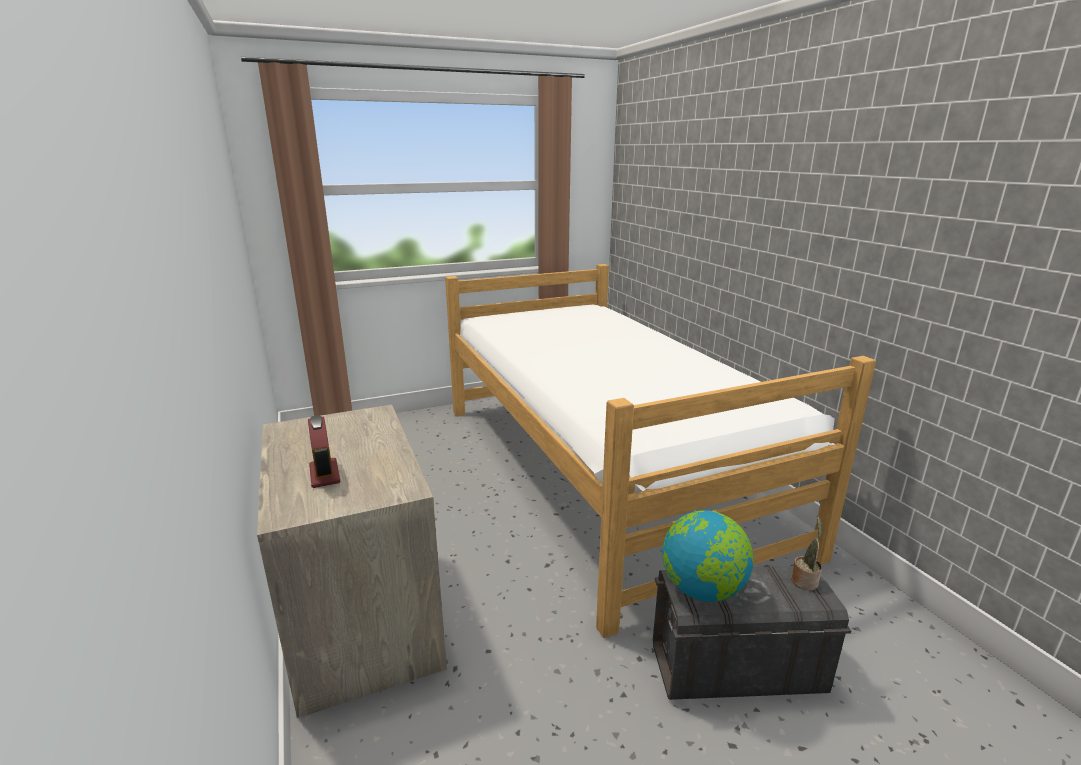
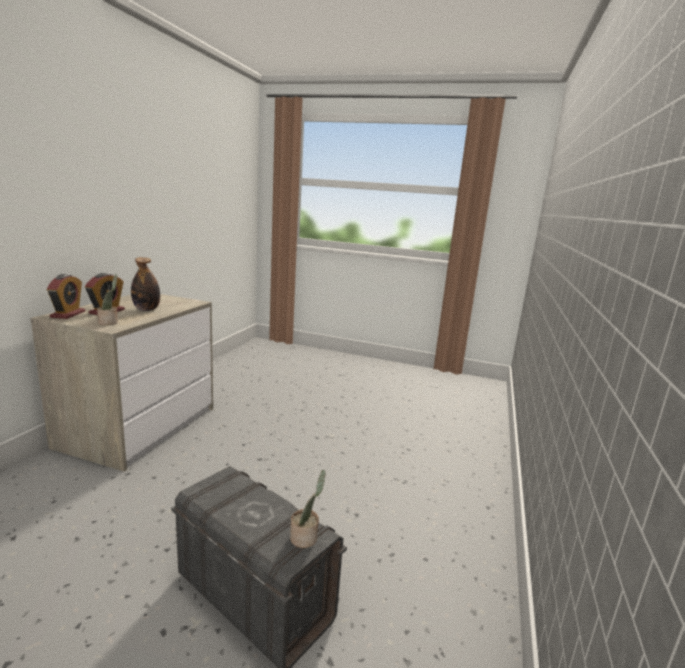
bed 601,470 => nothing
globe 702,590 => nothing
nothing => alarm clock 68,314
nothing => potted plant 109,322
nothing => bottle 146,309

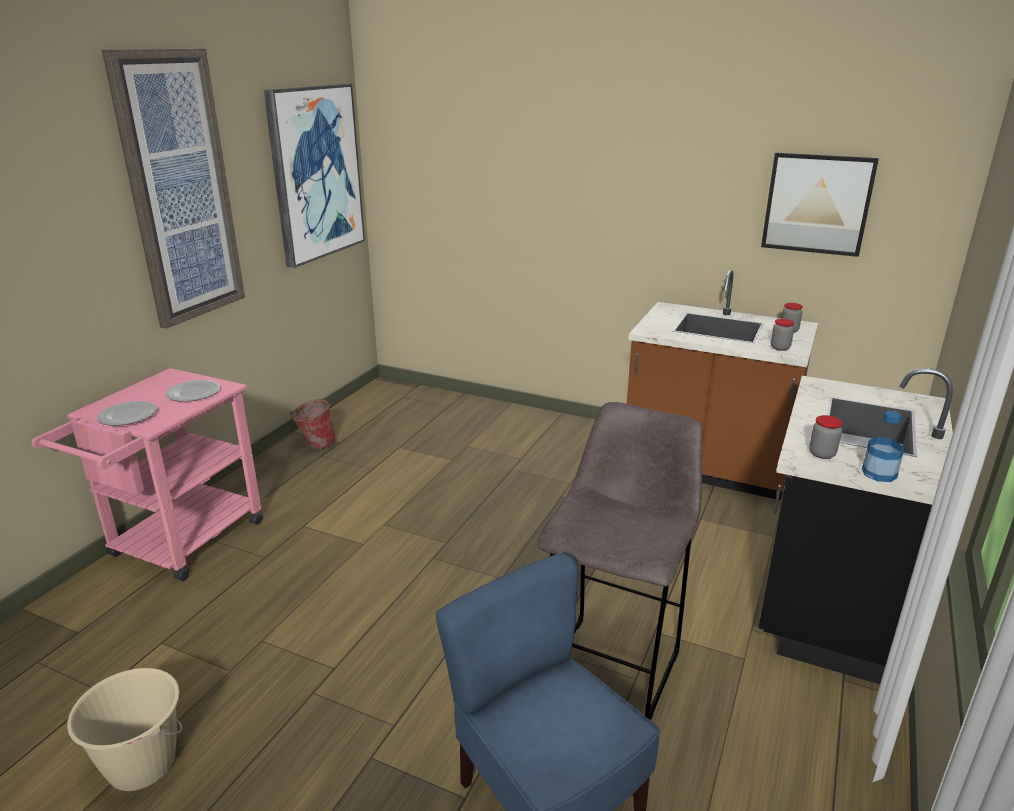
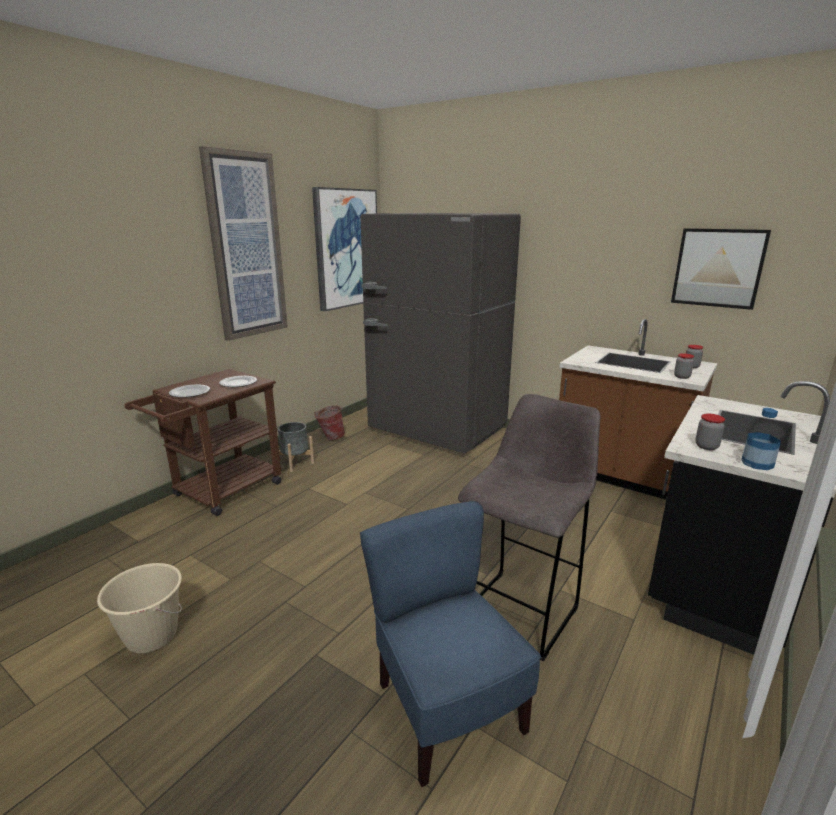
nothing => grey planter 295,463
nothing => grey fridge 437,430
pink cart 178,545 => brown cart 221,492

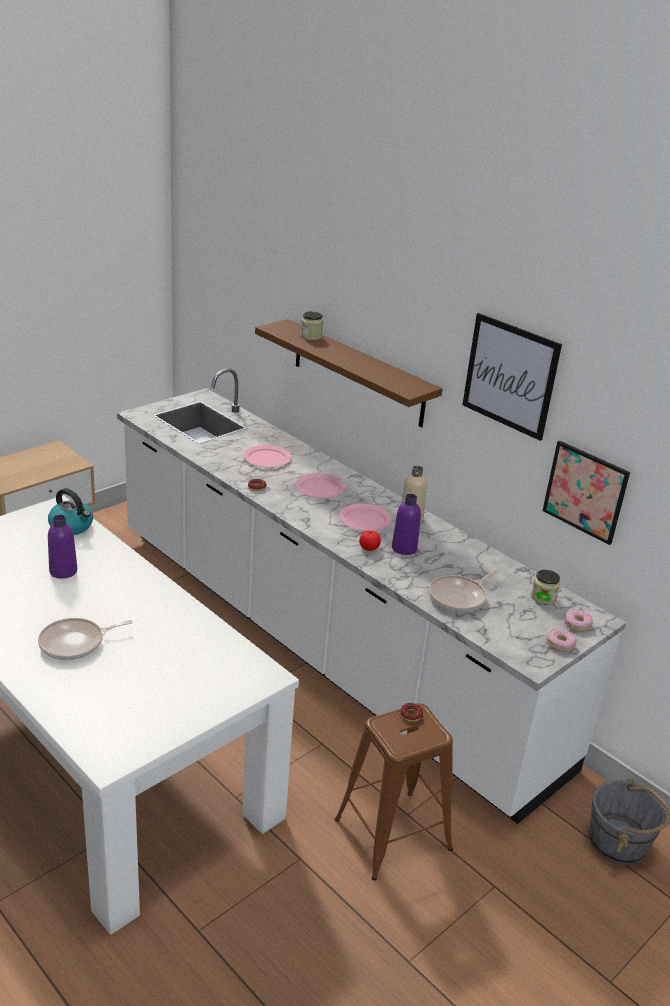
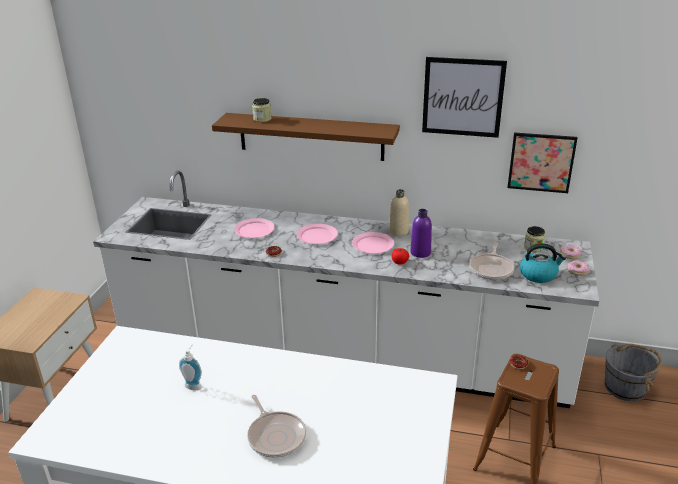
kettle 72,526 => kettle 538,275, moved
purple bottle 63,571 => soap dispenser 194,385
frying pan 75,643 => frying pan 276,436, 60 degrees counterclockwise

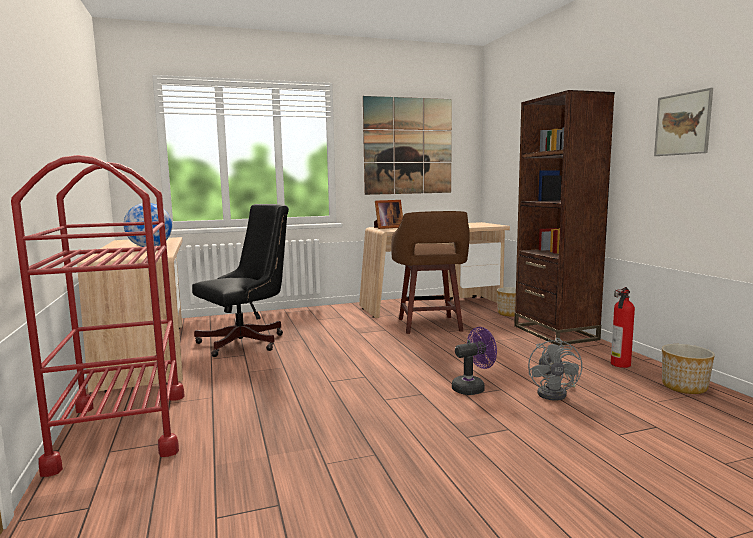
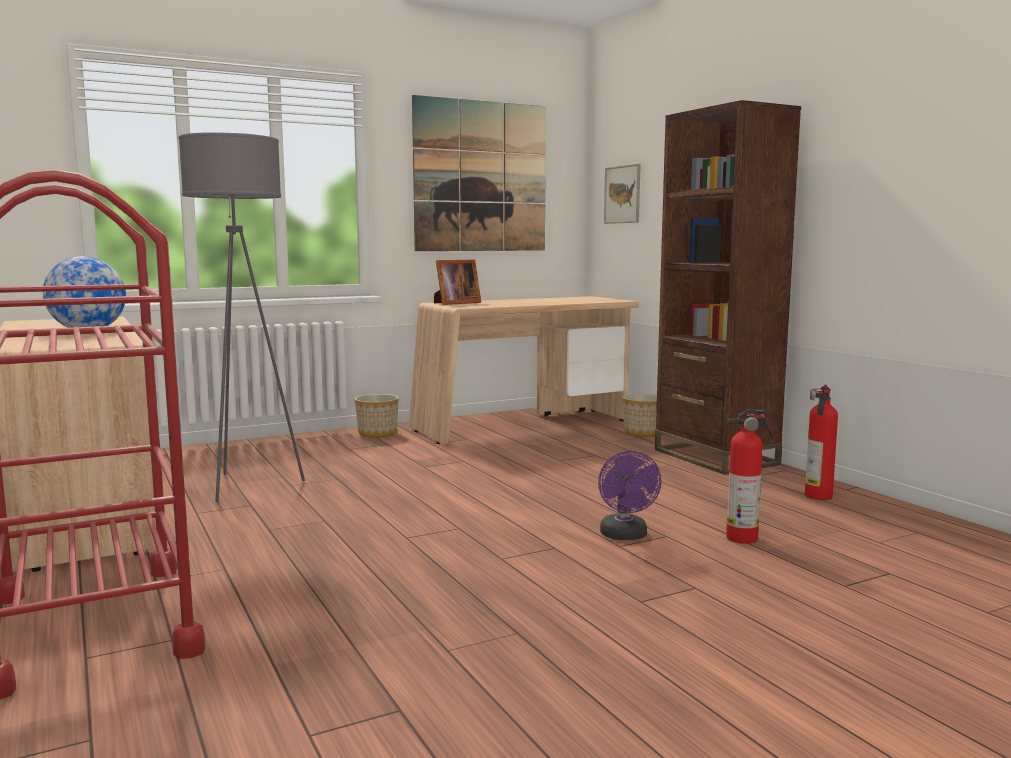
brown stool 430,326 => nothing
picture 682,124 => picture 622,194, moved
planter 684,387 => planter 378,433, moved
black office chair 247,342 => grey floor lamp 247,486
grey fan 555,393 => fire extinguisher 744,538
purple fan 472,388 => purple fan 625,536, 120 degrees clockwise

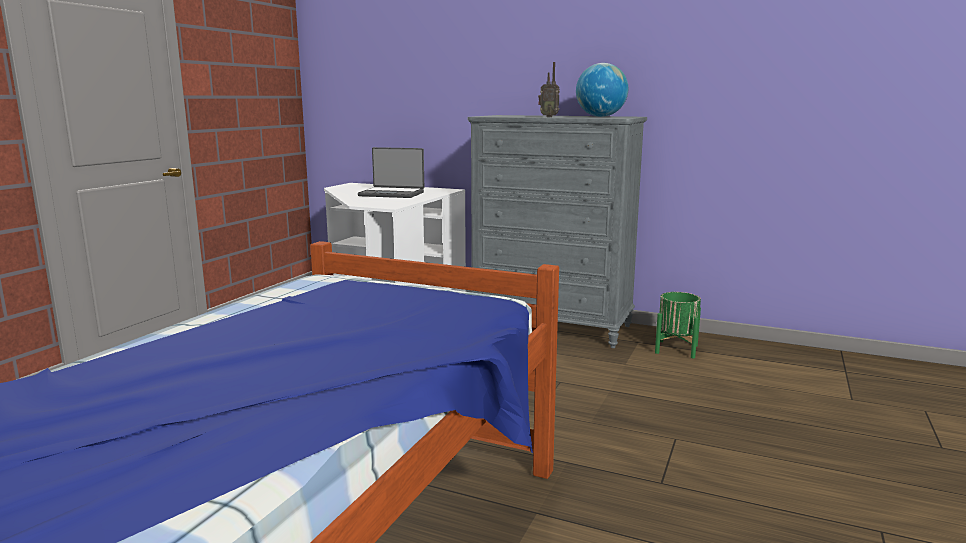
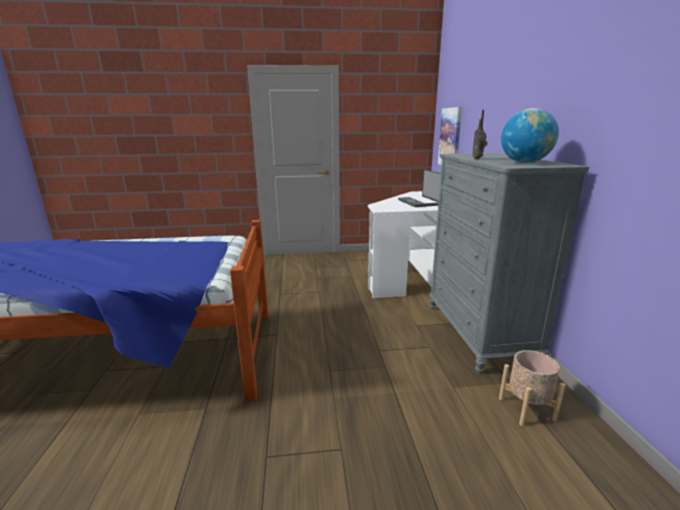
nothing => picture 450,137
green planter 676,349 => beige planter 527,409

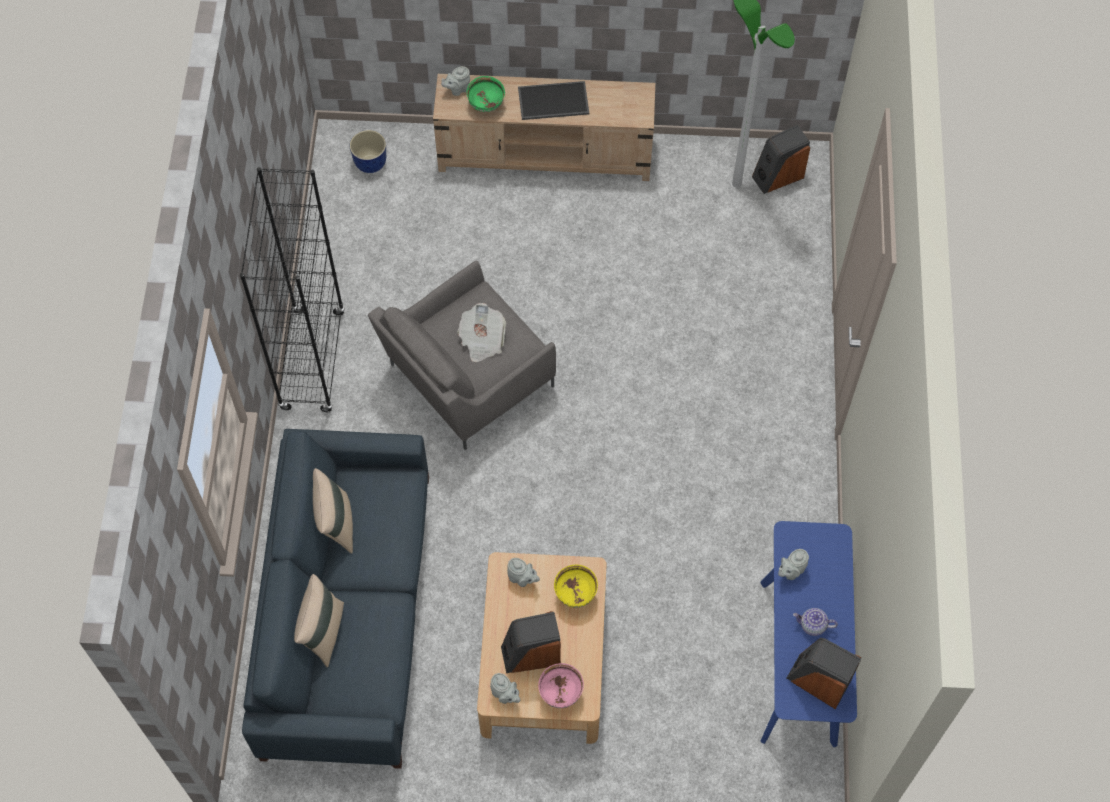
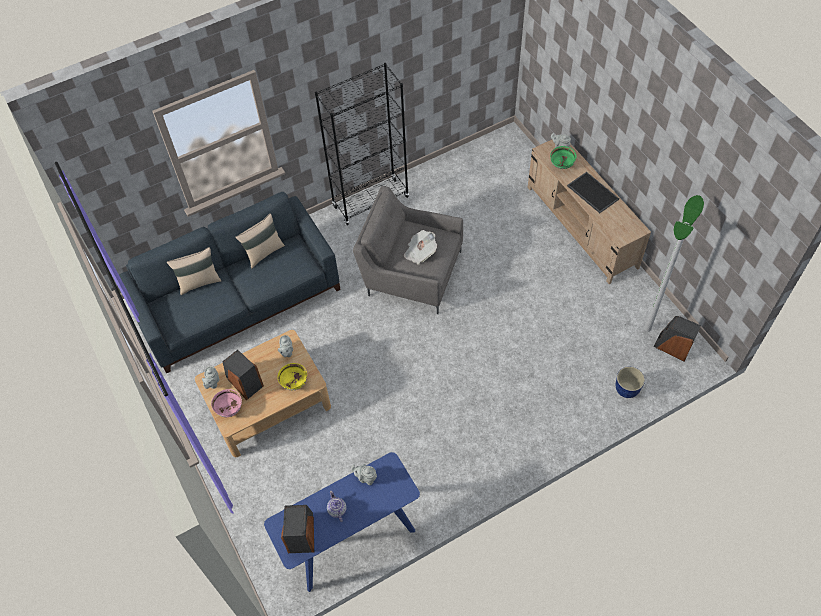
planter 371,164 => planter 626,390, moved

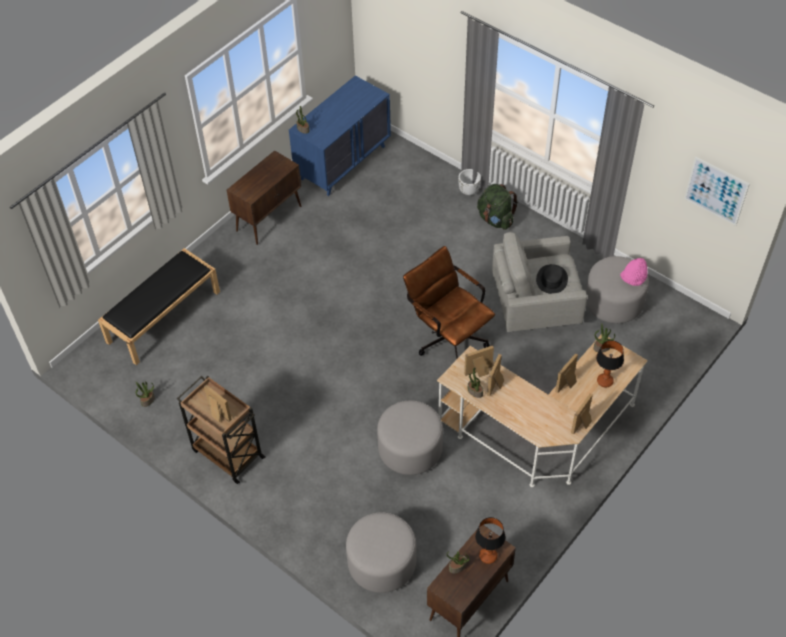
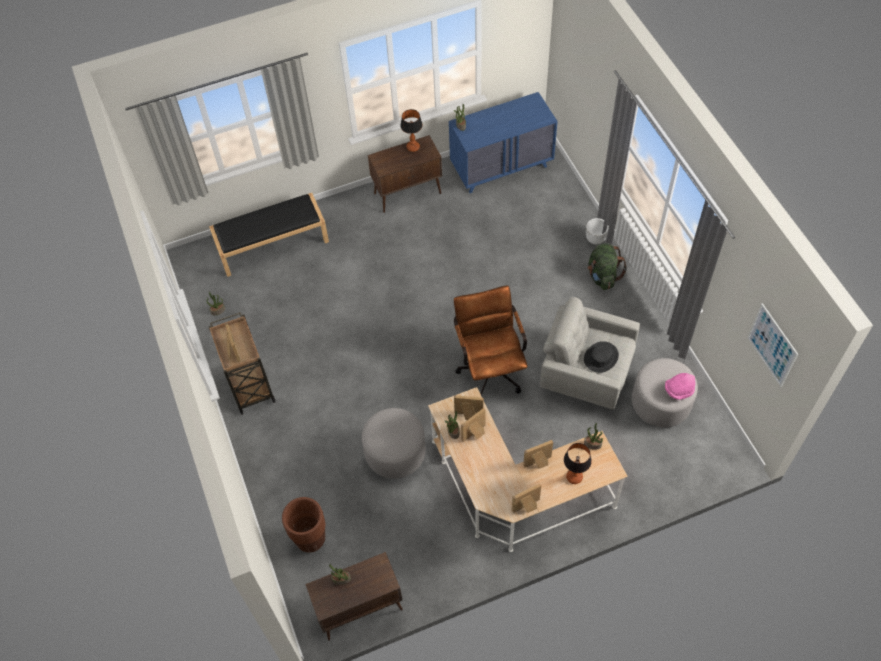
table lamp 488,556 => table lamp 413,147, moved
grey ottoman 382,563 => brown planter 311,539

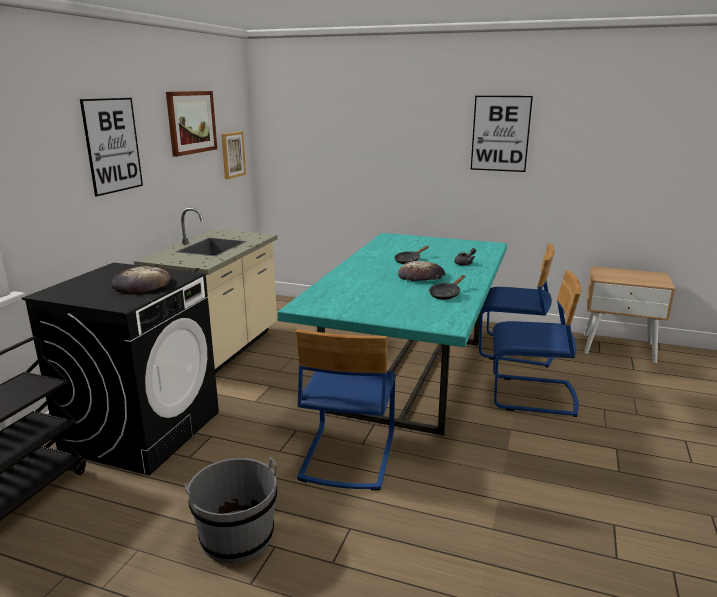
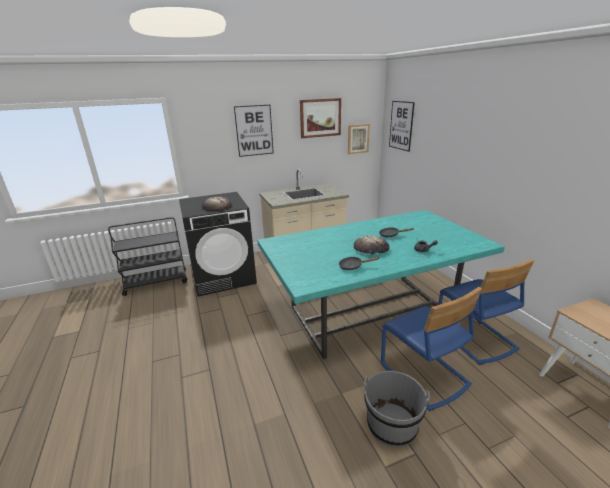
blue chair 347,456 => nothing
grey bucket 237,537 => grey bucket 391,425, moved
picture 500,133 => picture 401,125, moved

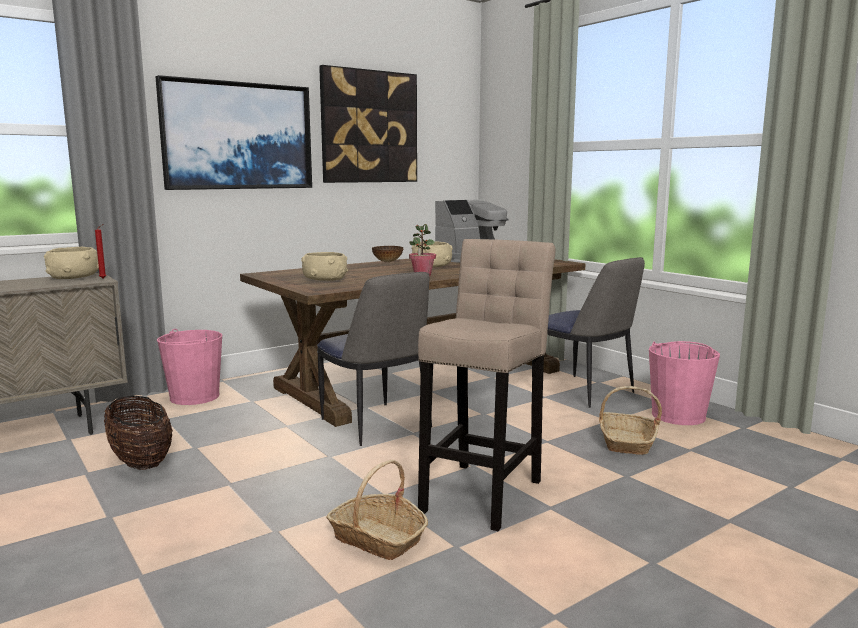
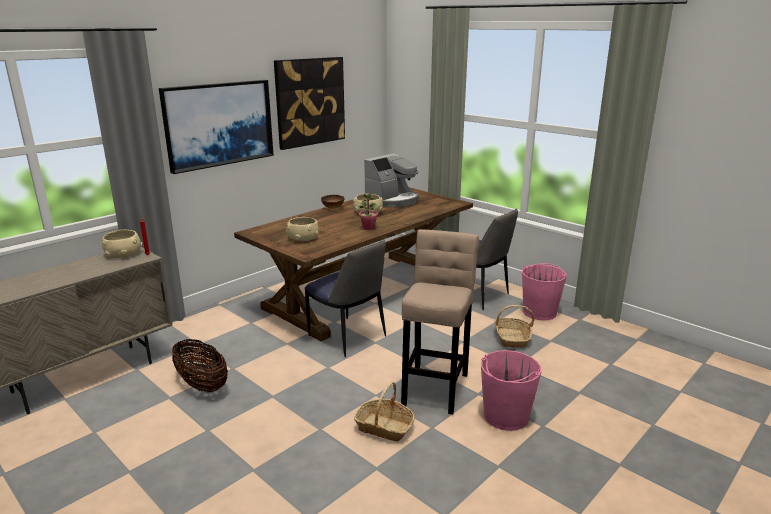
pink bucket 194,397 => pink bucket 505,416, moved

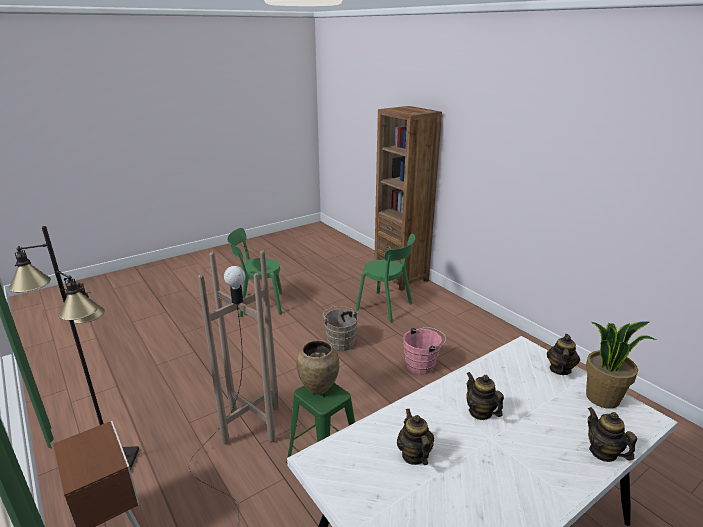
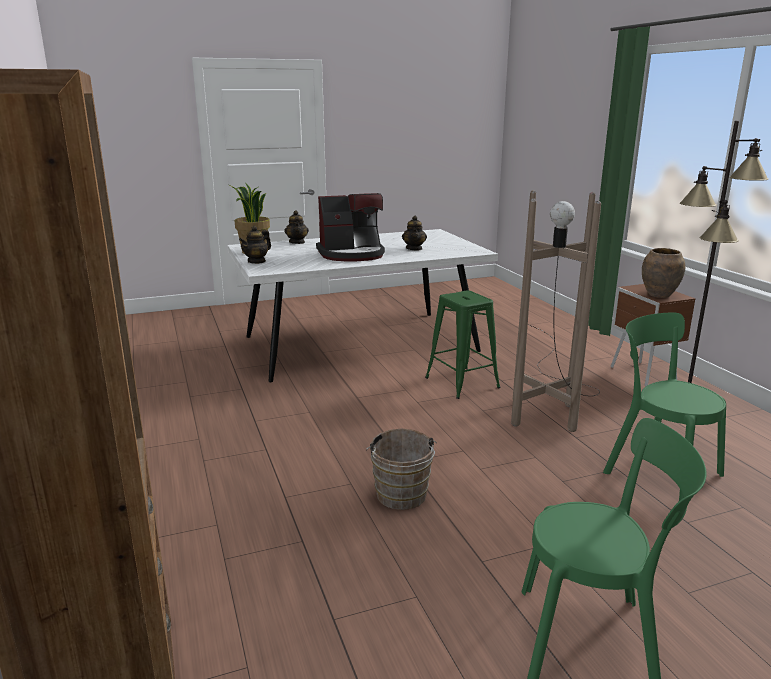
pink bucket 422,365 => nothing
brown vase 318,388 => brown vase 659,295, moved
green chair 386,307 => green chair 657,471, moved
teapot 480,412 => coffee machine 352,254

